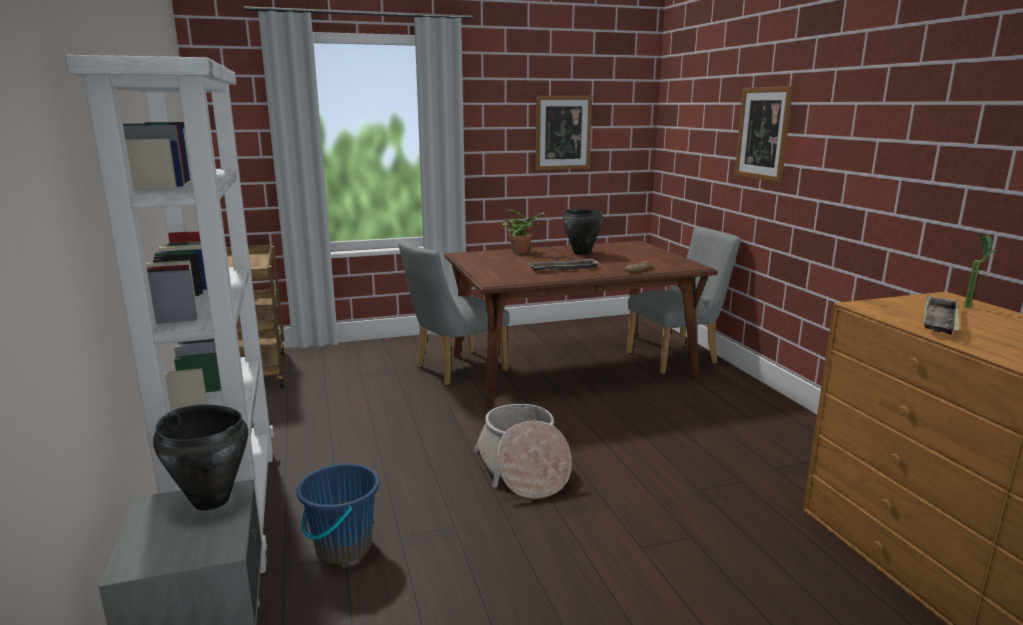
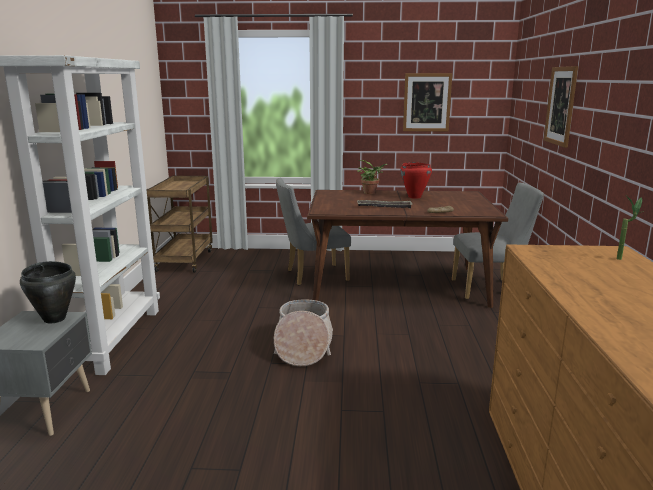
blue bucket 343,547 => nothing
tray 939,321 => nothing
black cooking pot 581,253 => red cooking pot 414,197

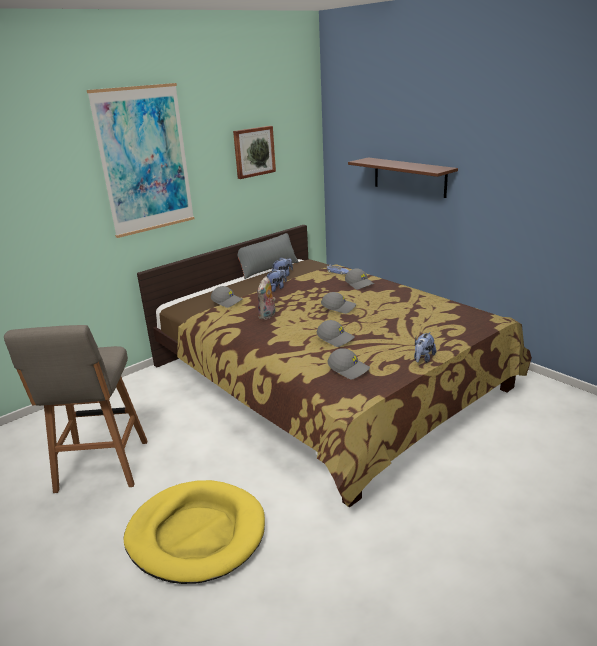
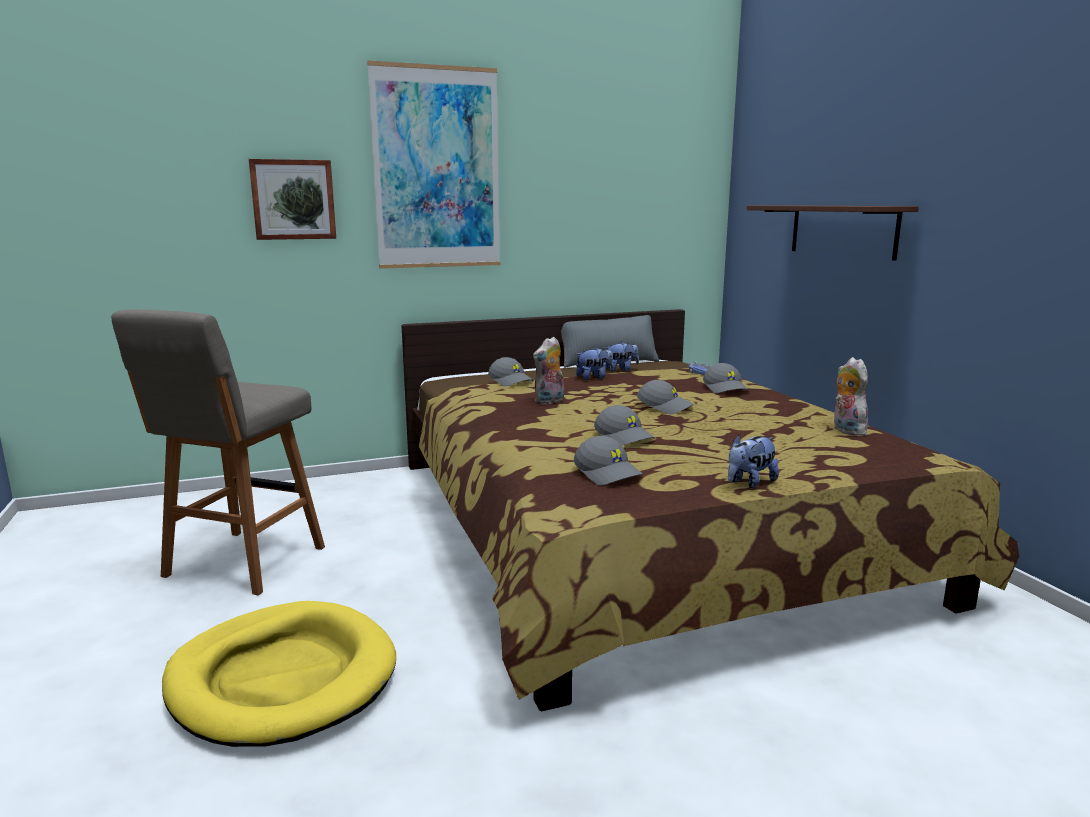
nothing => plush toy 845,430
picture 254,152 => picture 293,199, moved

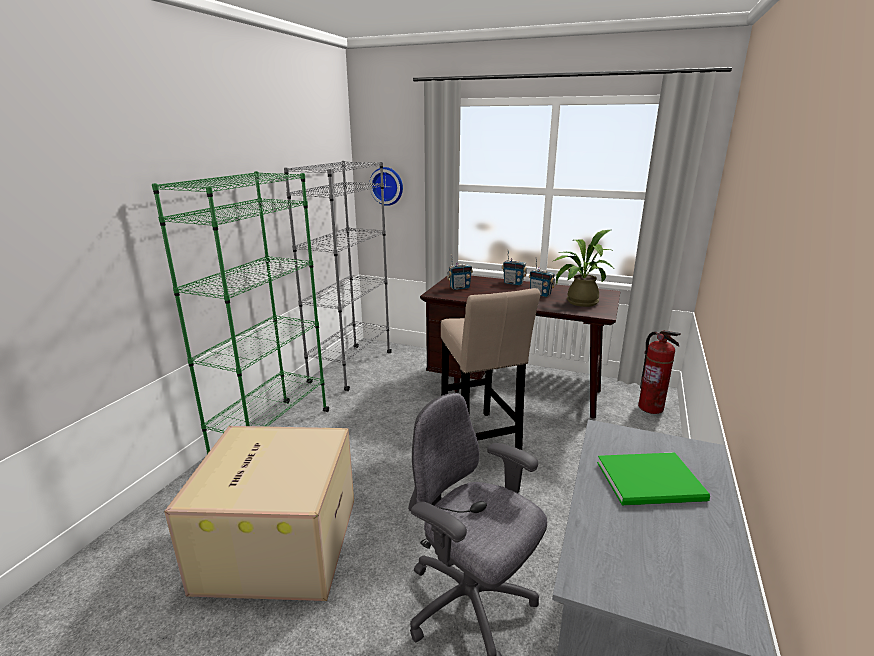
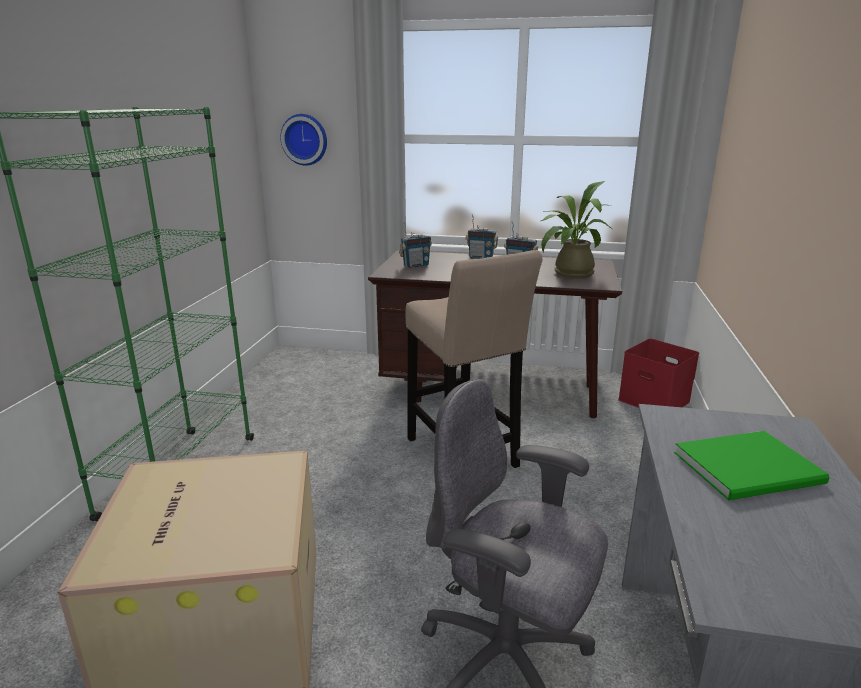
grey bookcase 351,367 => nothing
fire extinguisher 650,408 => red storage box 656,400

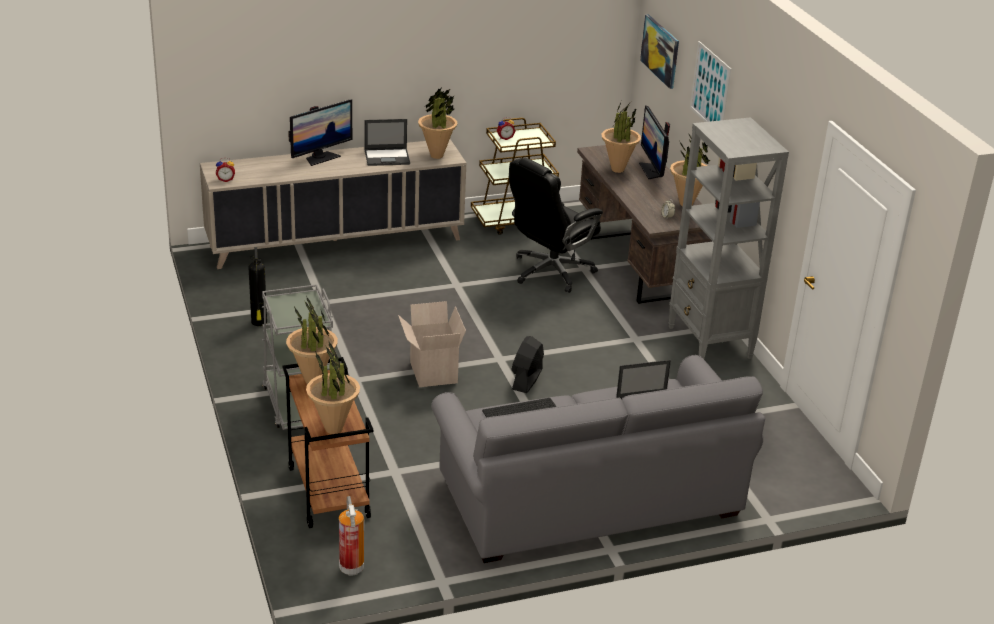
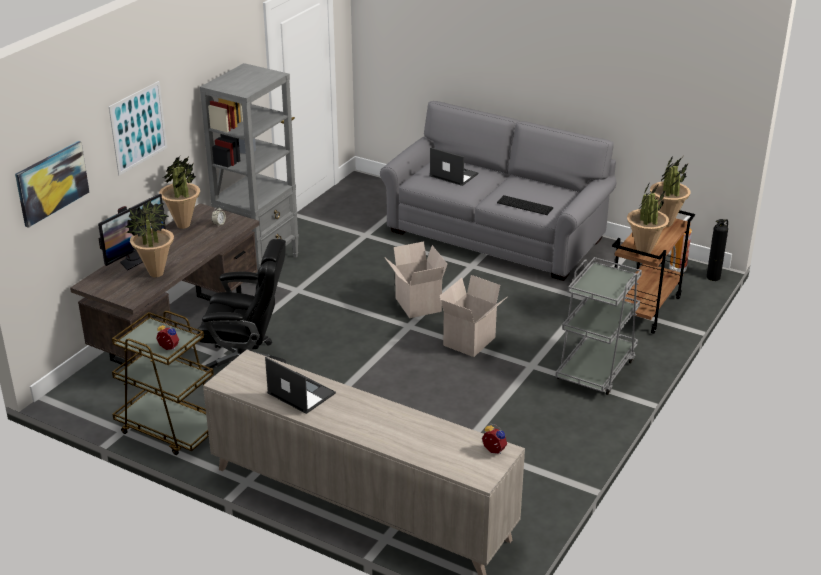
monitor 320,158 => nothing
potted plant 436,155 => nothing
fire extinguisher 259,322 => fire extinguisher 713,277, moved
black fan 526,379 => cardboard box 416,304

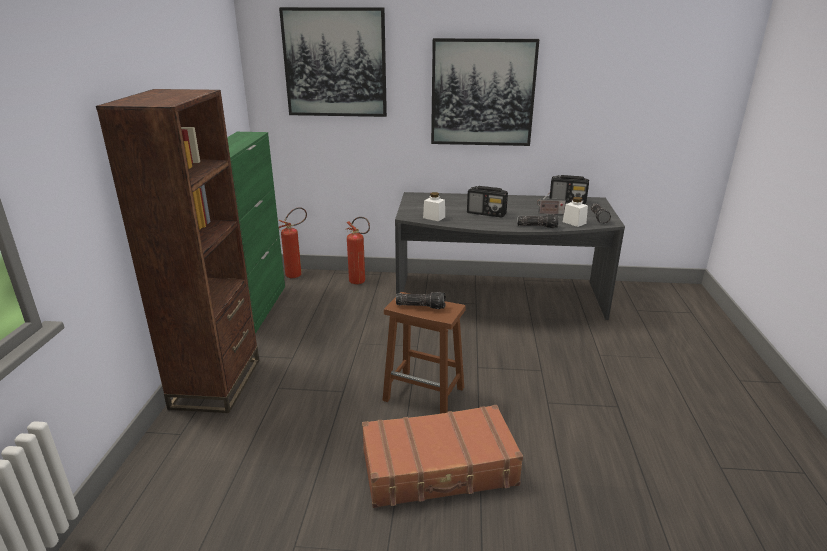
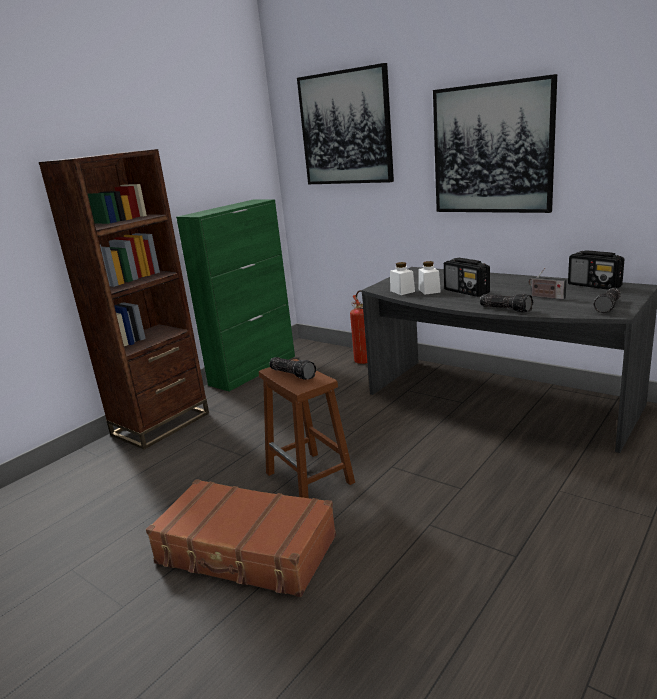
fire extinguisher 297,274 => nothing
white jar 574,222 => white jar 429,290, moved

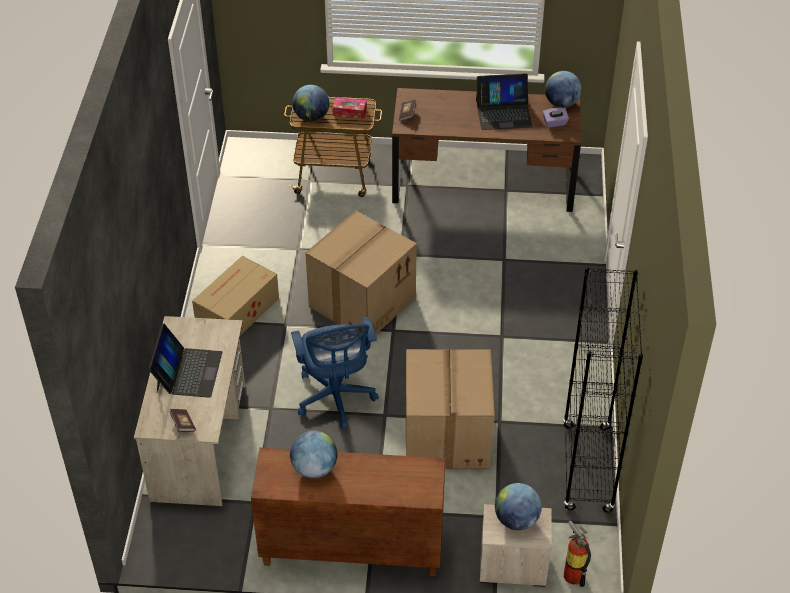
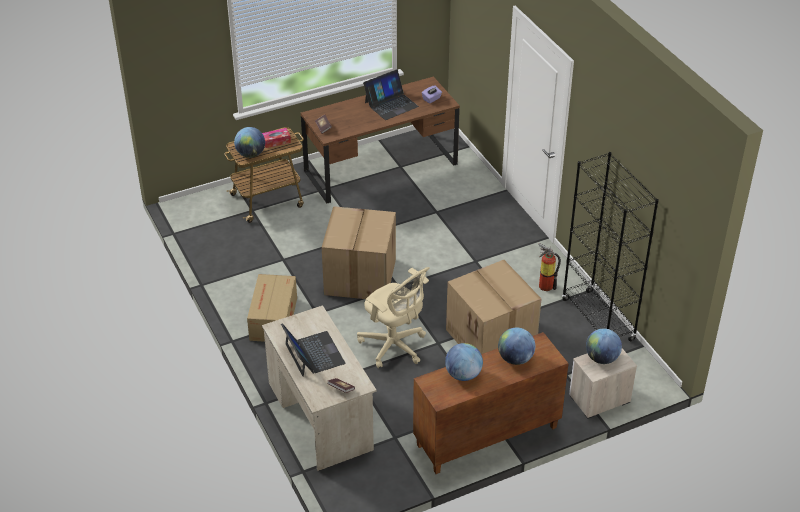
globe 561,103 => globe 515,359, moved
fire extinguisher 573,572 => fire extinguisher 544,284, moved
blue office chair 335,398 => beige office chair 394,346

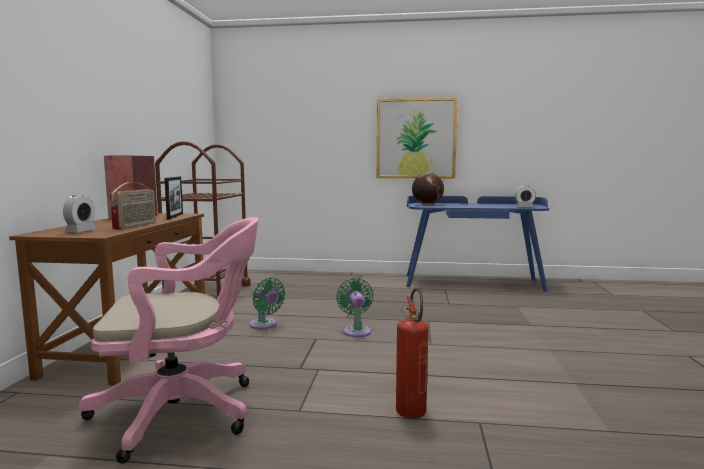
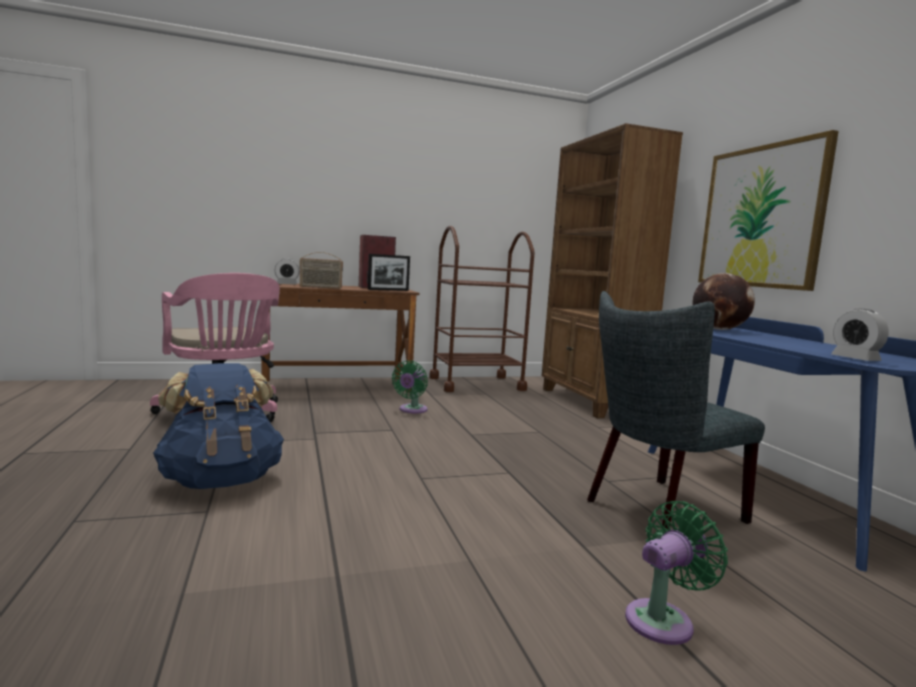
nothing => brown bookcase 590,402
nothing => grey chair 657,511
green fan 356,330 => green fan 663,619, moved
fire extinguisher 412,415 => blue backpack 221,480

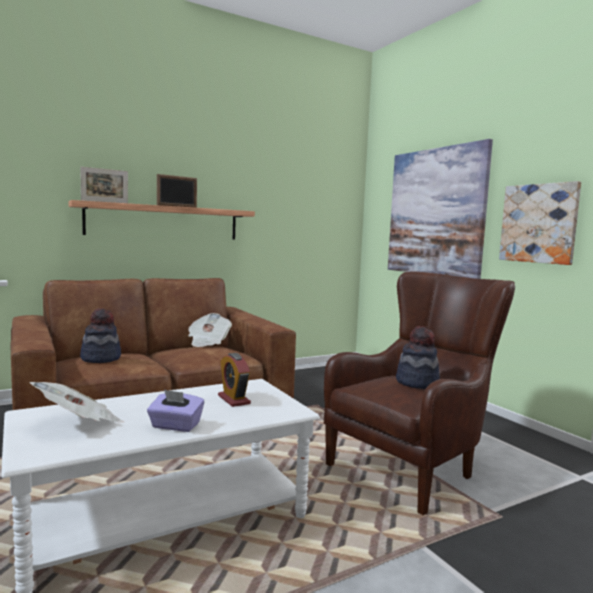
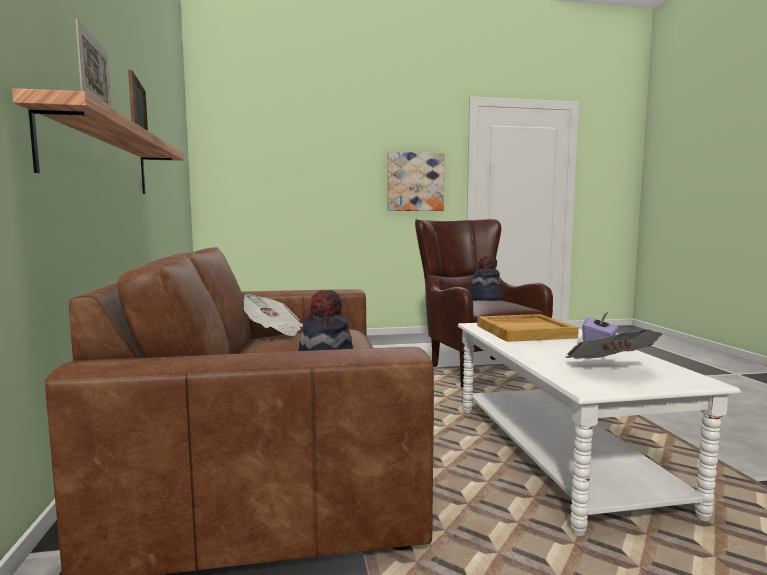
picture 435,212 => nothing
alarm clock 234,399 => beige tray 525,331

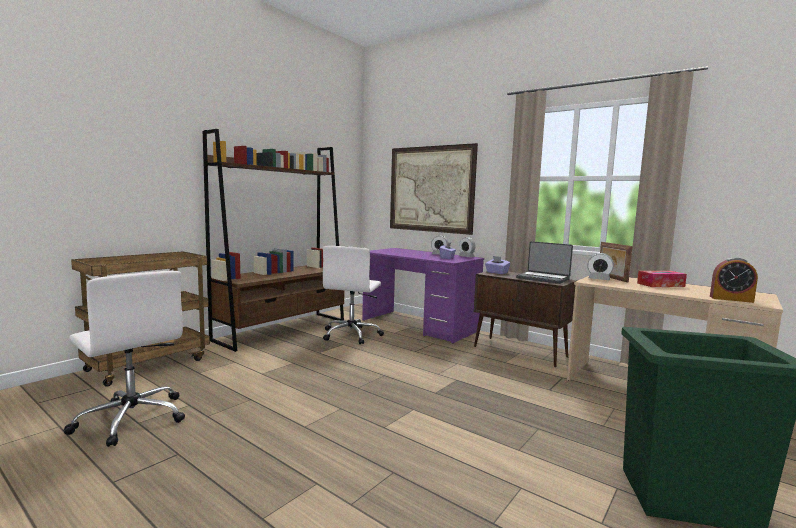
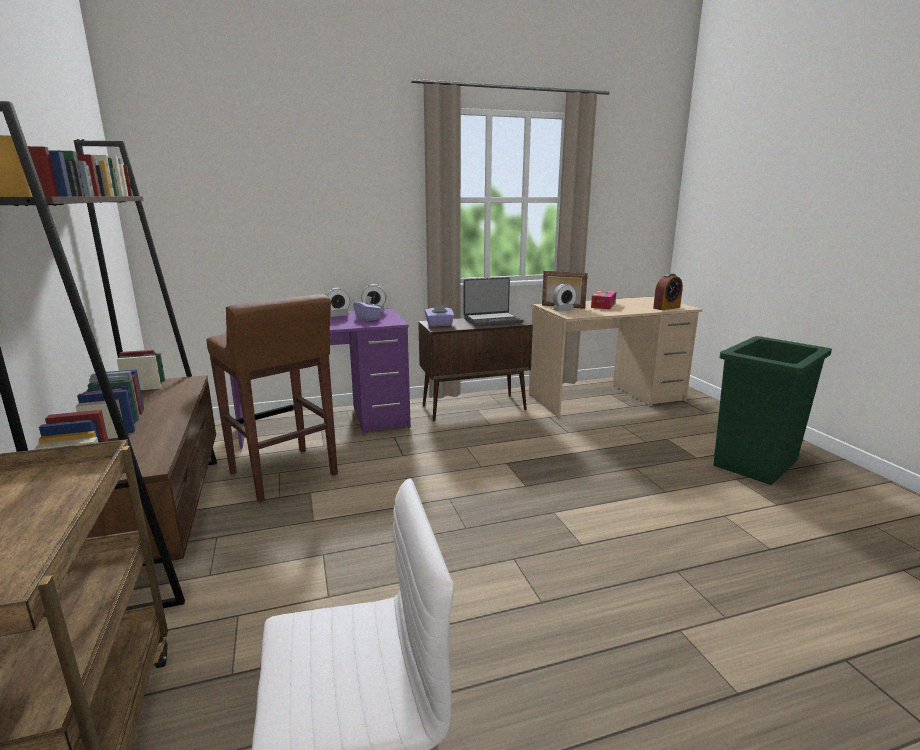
picture 430,189 => nothing
white office chair 352,335 => brown stool 284,475

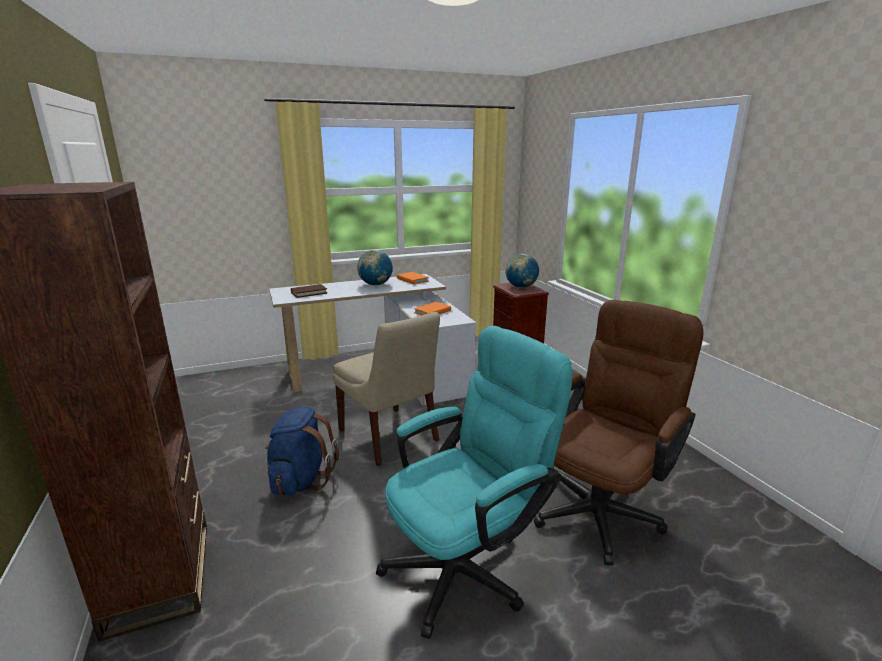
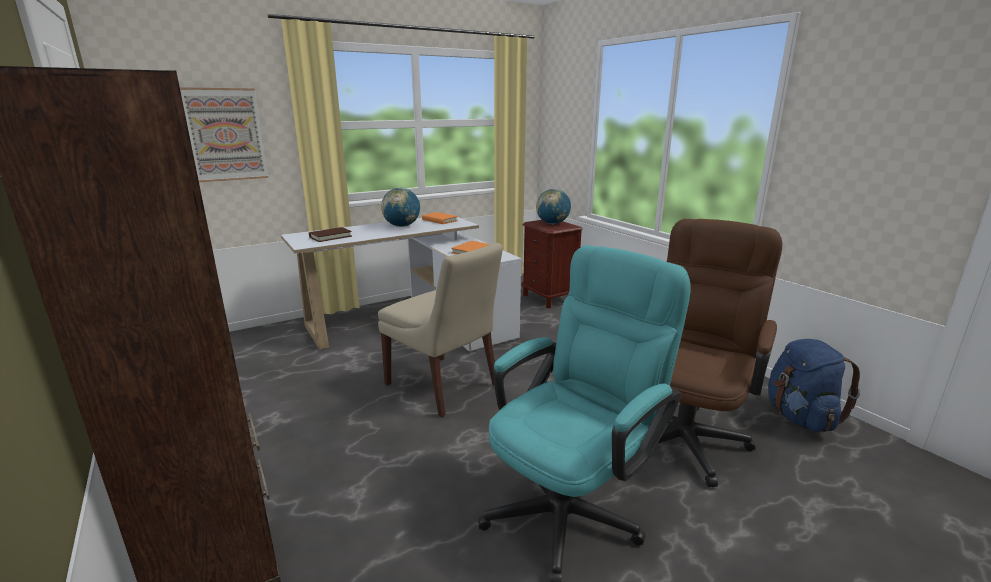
nothing => picture 225,135
blue backpack 301,480 => blue backpack 800,417, moved

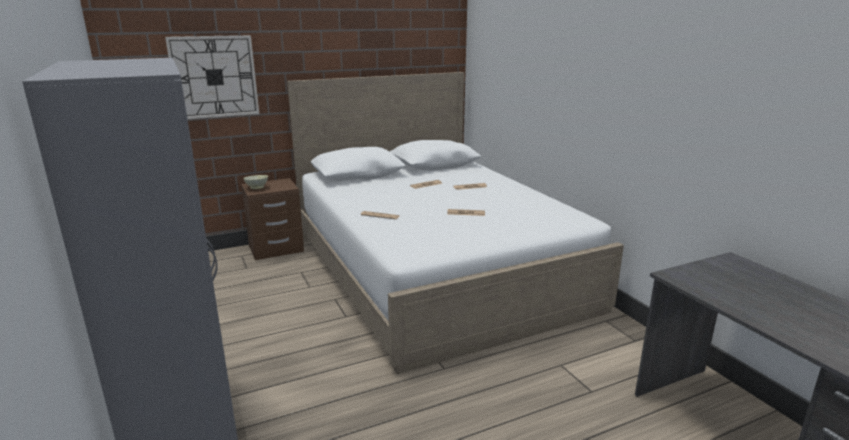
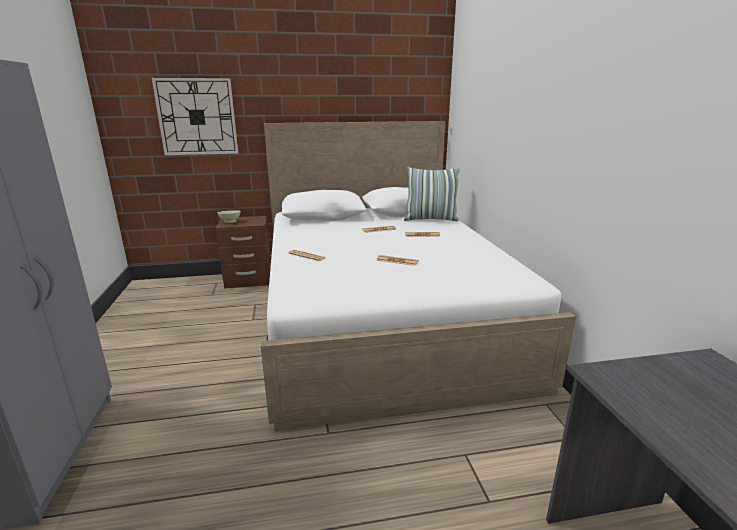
nothing => pillow 430,219

